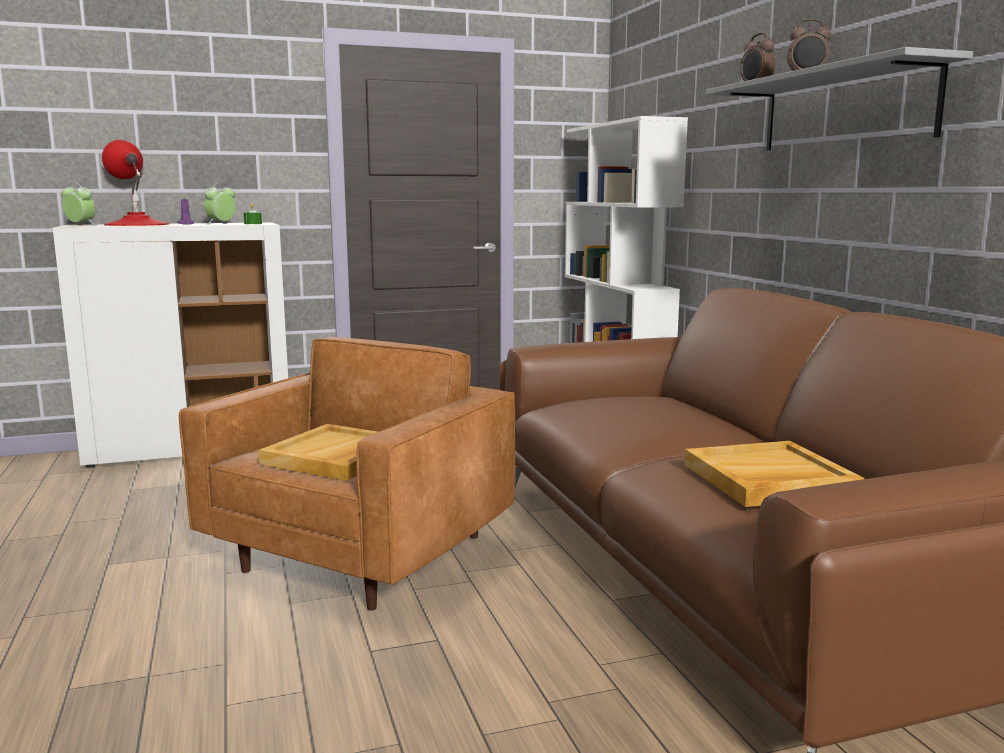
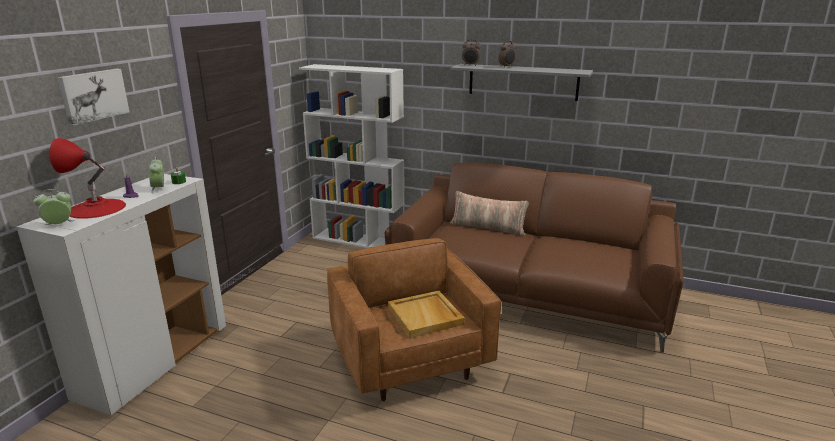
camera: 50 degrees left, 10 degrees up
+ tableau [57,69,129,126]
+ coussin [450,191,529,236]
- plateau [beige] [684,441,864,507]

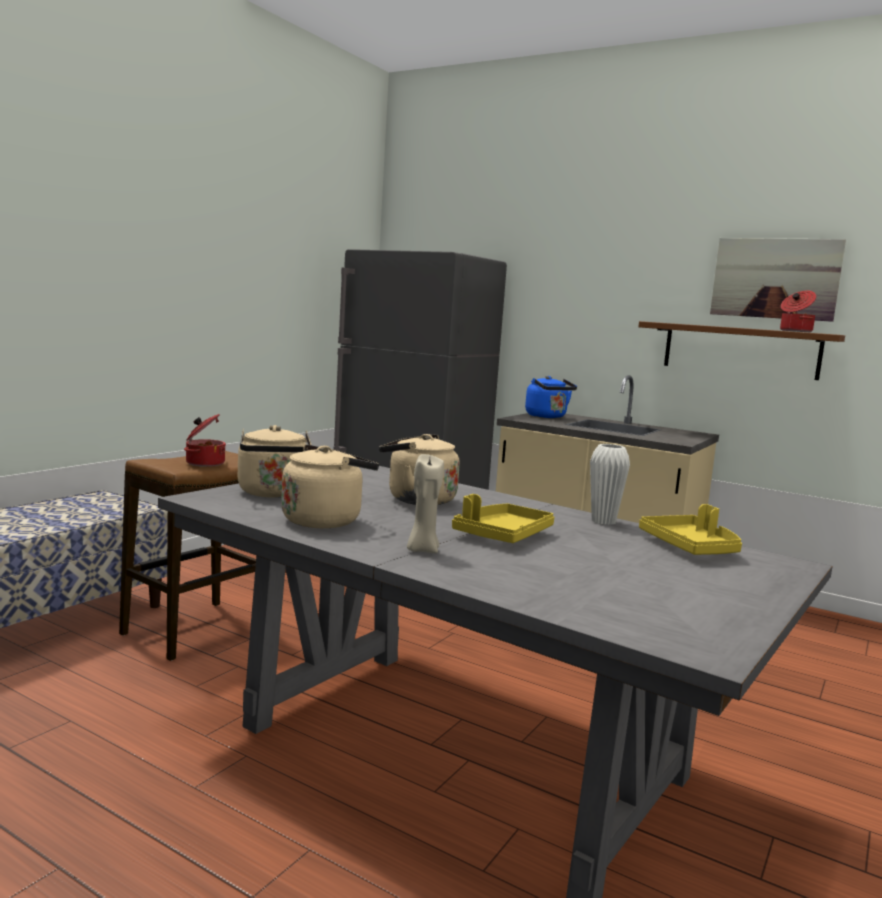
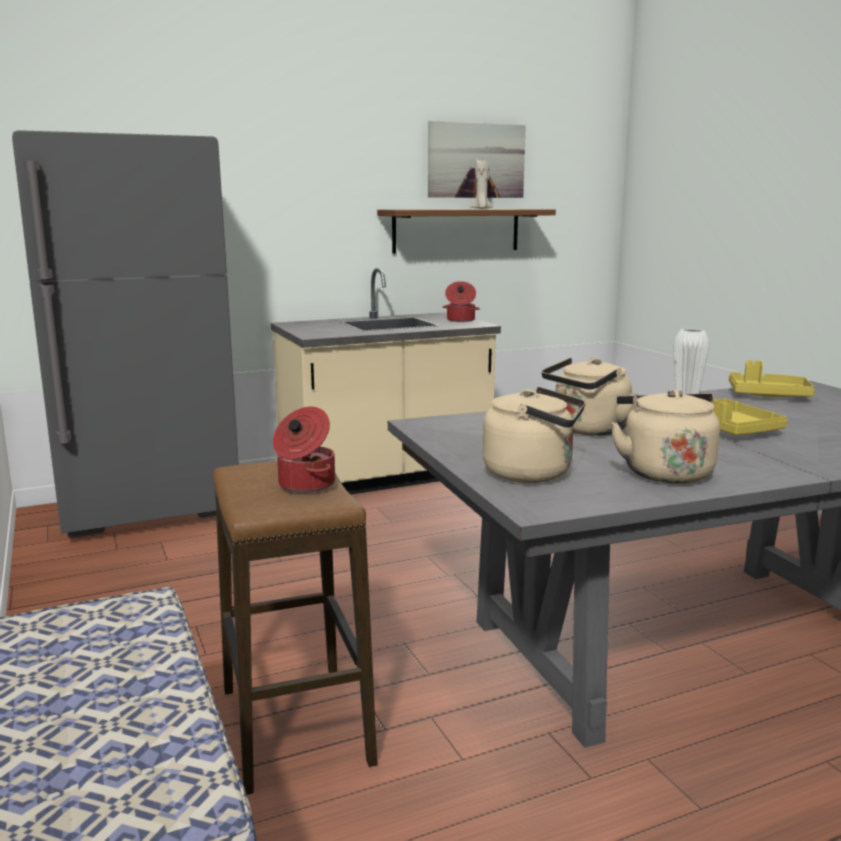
camera: 55 degrees left, 5 degrees up
~ marmite [780,291,816,332] to [442,281,480,322]
~ bougie [beige] [407,454,444,553] to [470,159,493,209]
- bouilloire [bleu] [525,376,577,418]

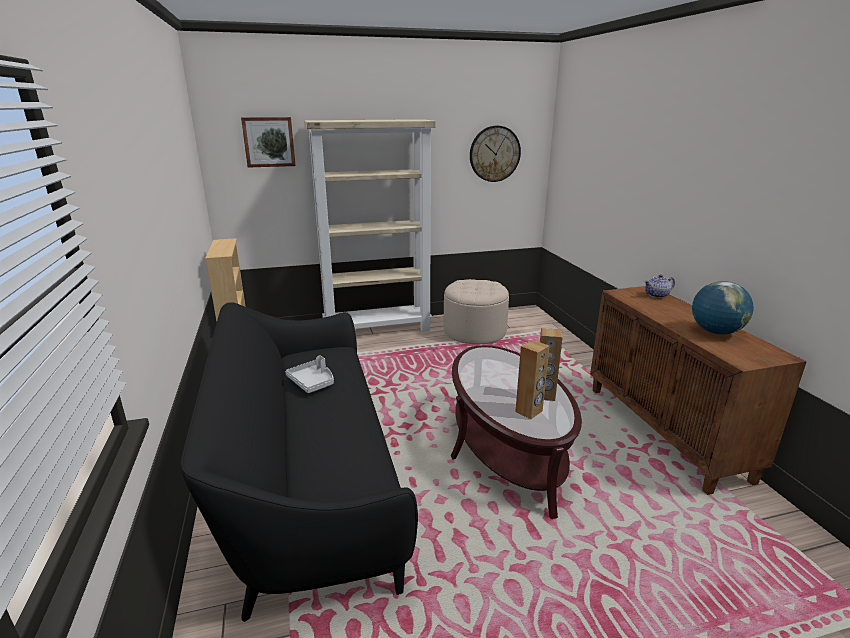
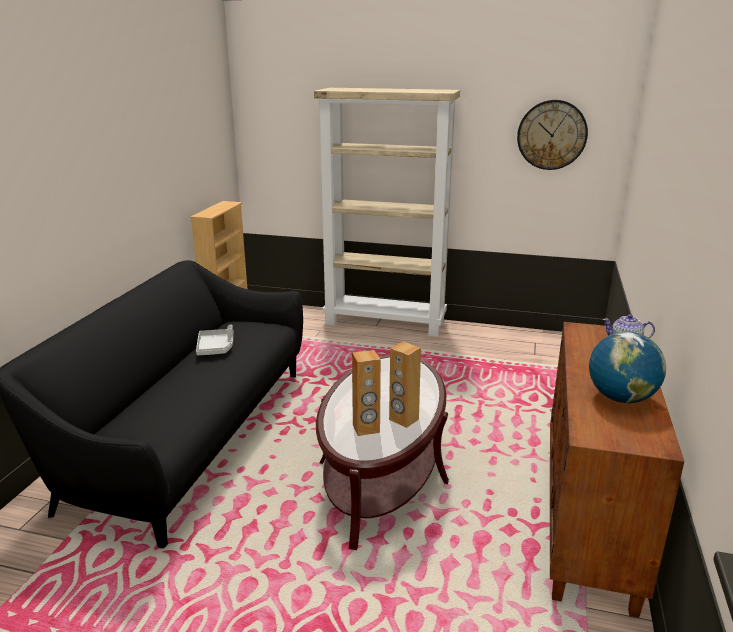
camera: 30 degrees right, 0 degrees up
- tableau [241,117,296,168]
- pouf [beige] [444,279,509,344]

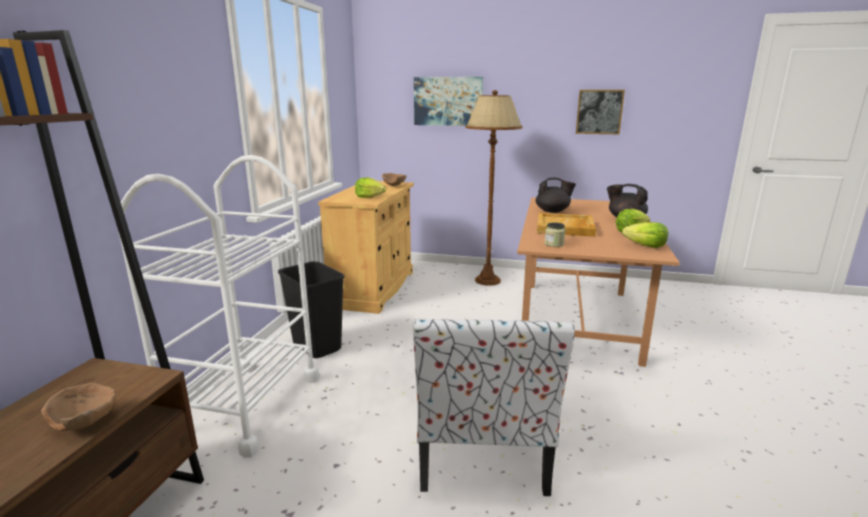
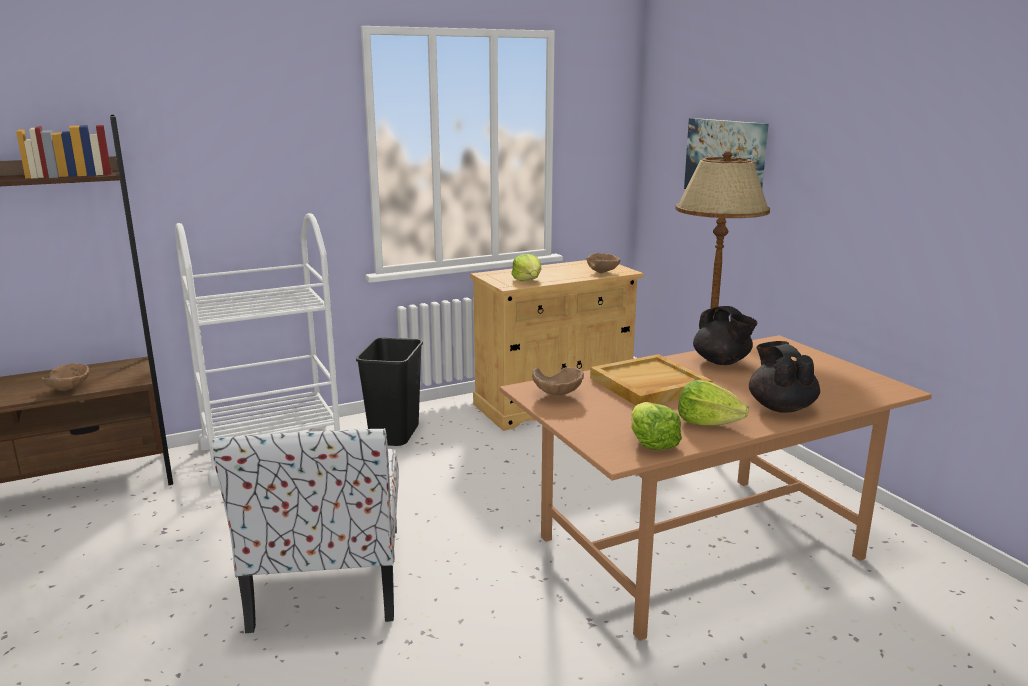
camera: 50 degrees right, 0 degrees up
~ chaise [413,319,575,496] = [212,428,399,633] 60 degrees counterclockwise
~ bocal [545,222,565,247] to bol [marron] [532,367,584,395]
- tableau [576,90,625,134]

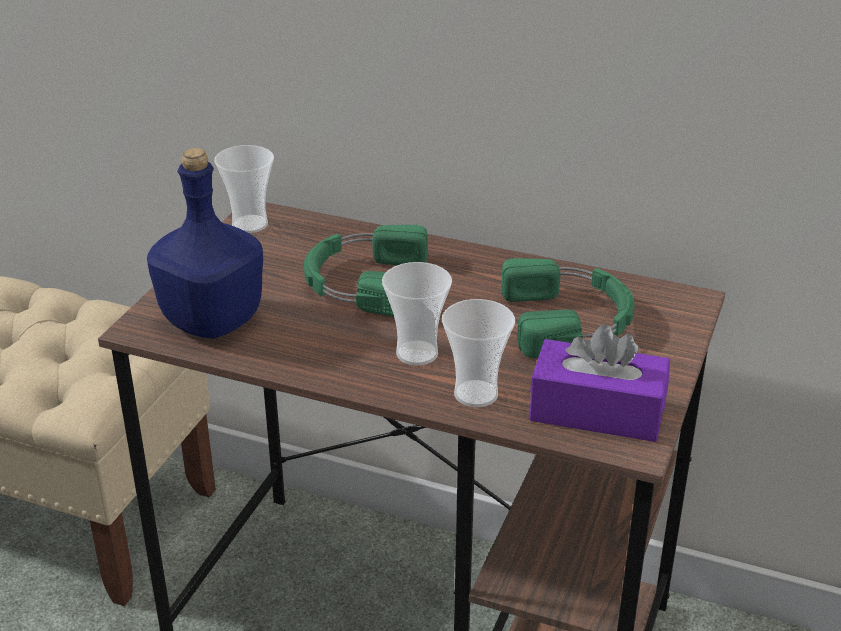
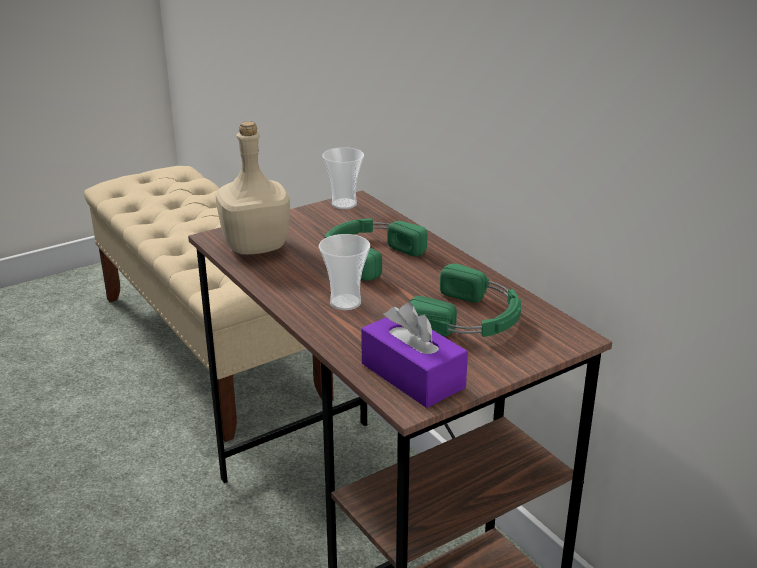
camera: 35 degrees right, 5 degrees down
~ bouteille [bleu] [147,148,263,339] to bouteille [beige] [215,121,290,255]
- tasse [442,299,515,407]

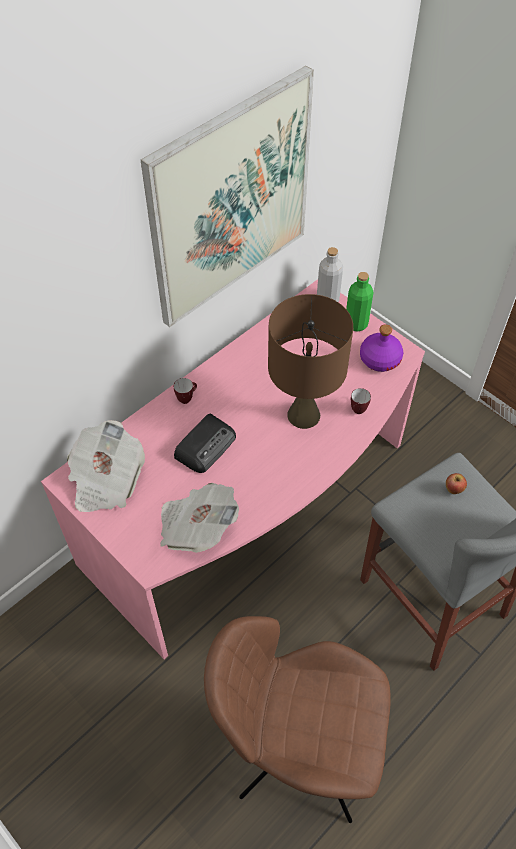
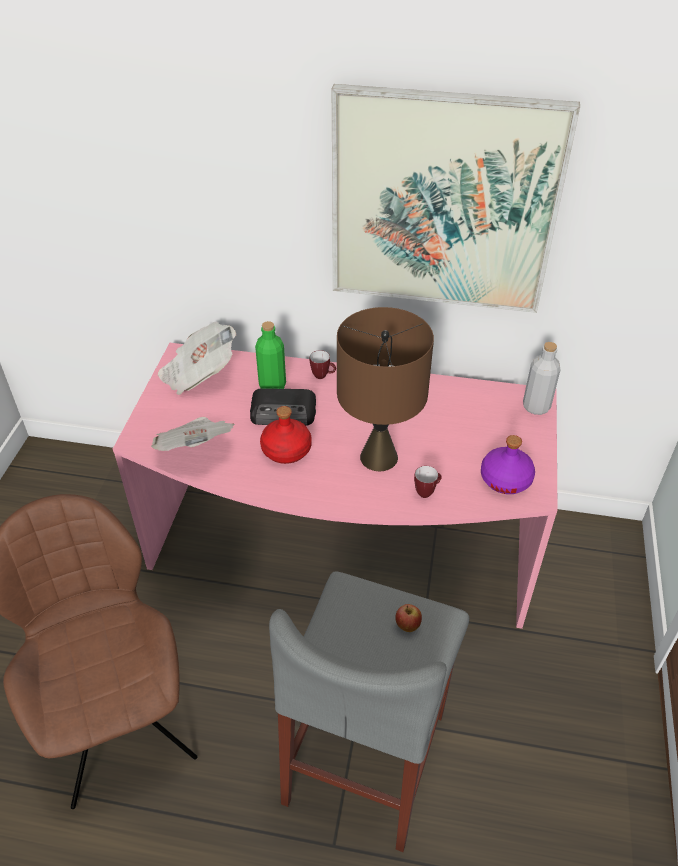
camera: 55 degrees right, 10 degrees down
~ bouteille [vert] [346,272,374,332] to [255,321,286,389]
+ bouteille [rouge] [260,406,312,464]

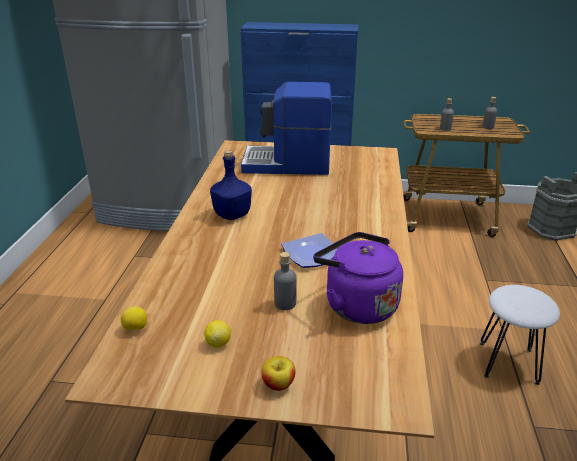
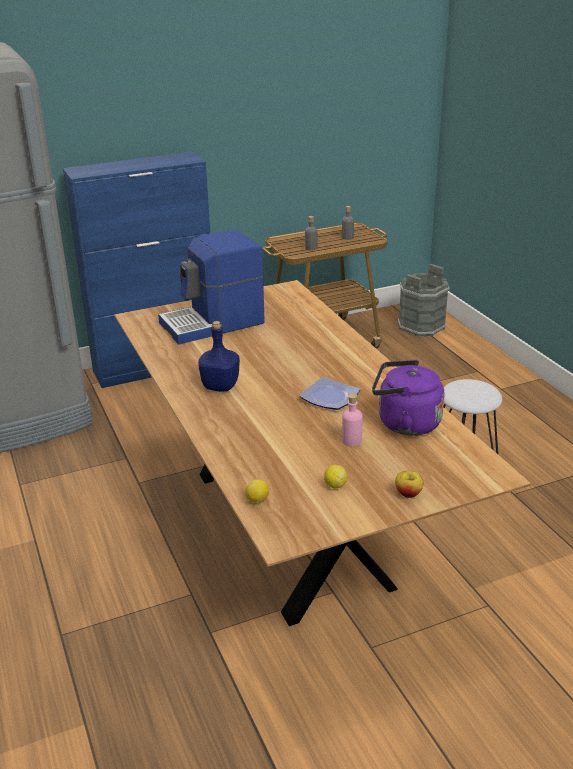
camera: 30 degrees left, 0 degrees up
~ bouteille [gris] [274,252,296,310] to bouteille [rose] [342,394,363,446]

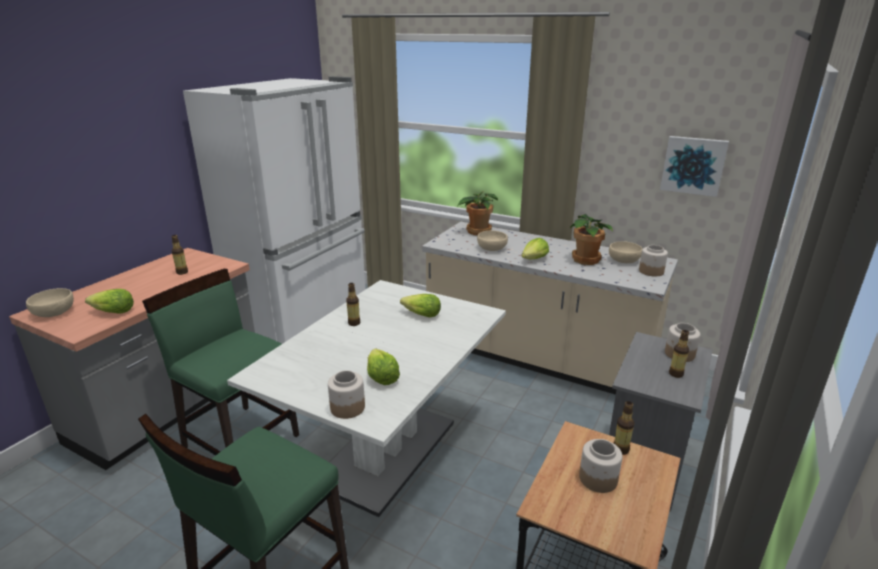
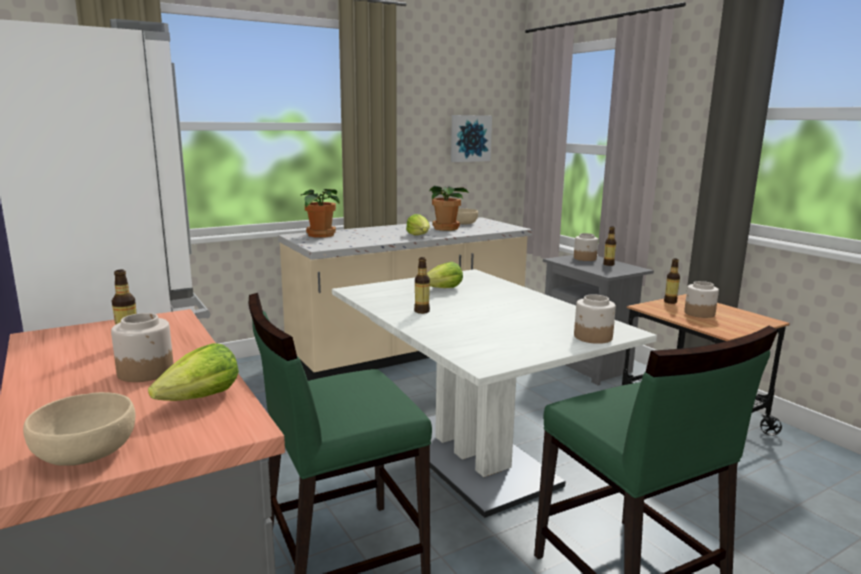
camera: 60 degrees left, 10 degrees down
~ bocal [639,245,668,276] to [111,313,174,382]
- laitue [367,349,400,385]
- bol [beige] [477,231,508,251]

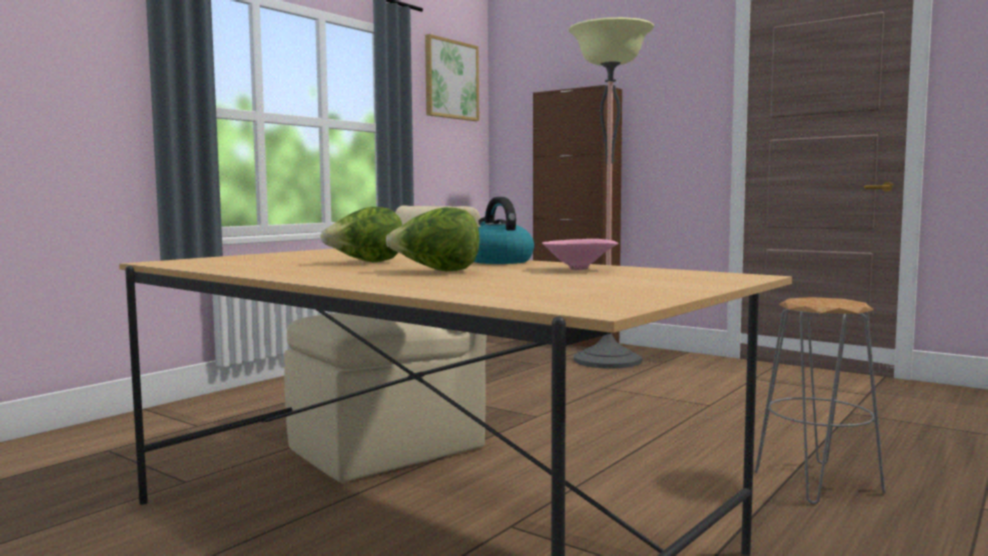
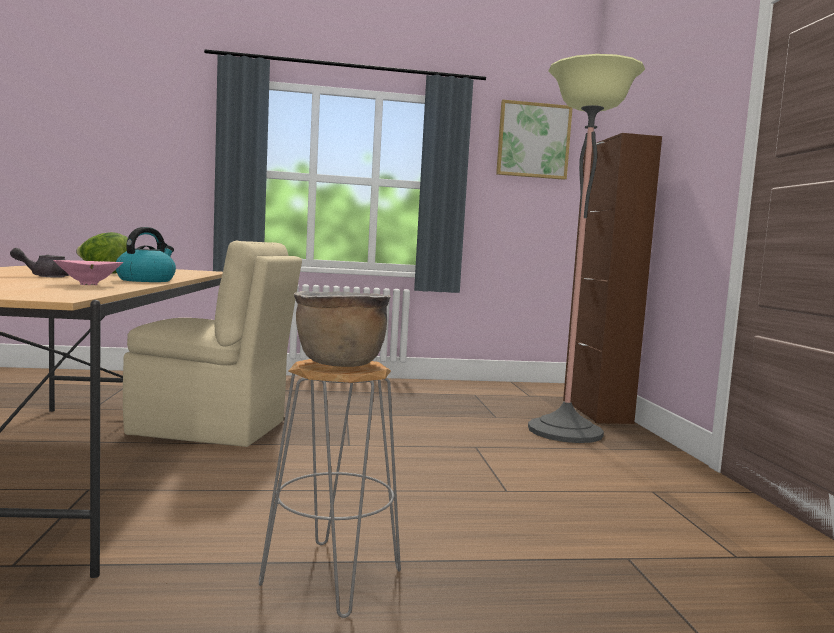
camera: 45 degrees right, 0 degrees up
~ laitue [386,207,480,272] to théière [gris] [10,248,69,278]
+ marmite [marron] [294,291,391,367]

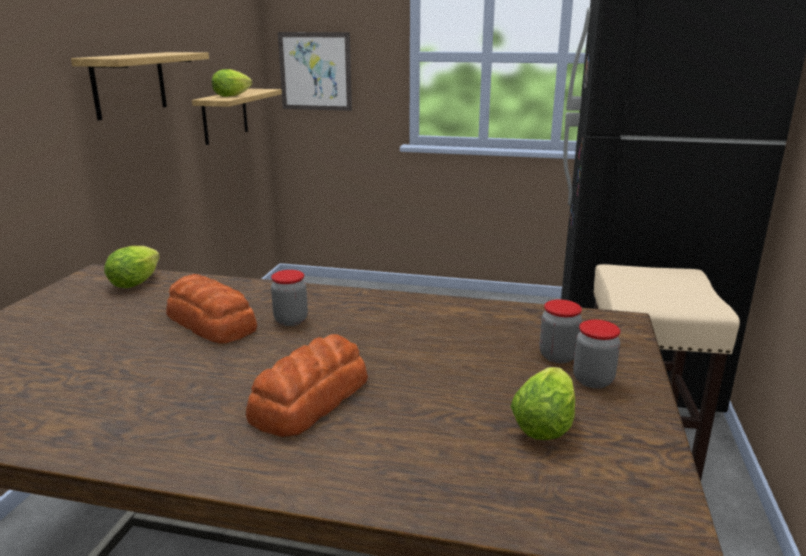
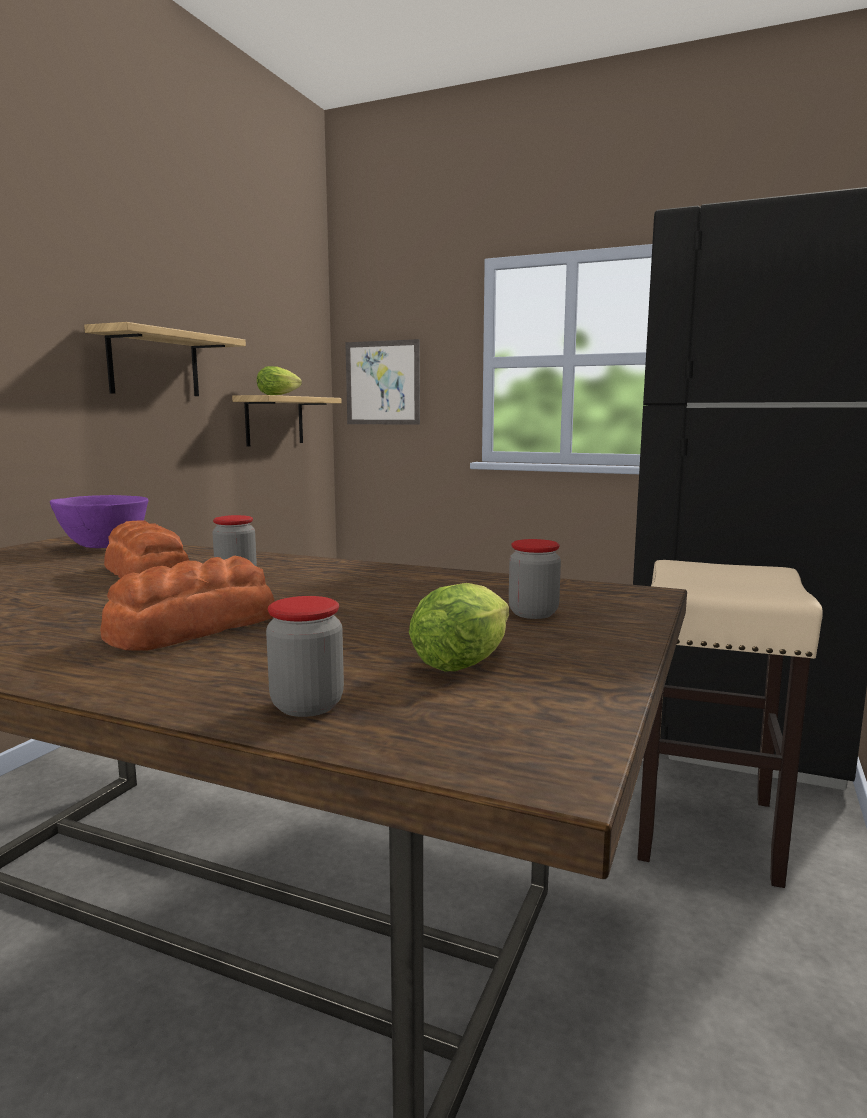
camera: 10 degrees right, 10 degrees down
~ laitue [104,246,160,288] to bol [violet] [50,495,148,548]
~ bocal [573,320,620,388] to [266,596,344,717]

